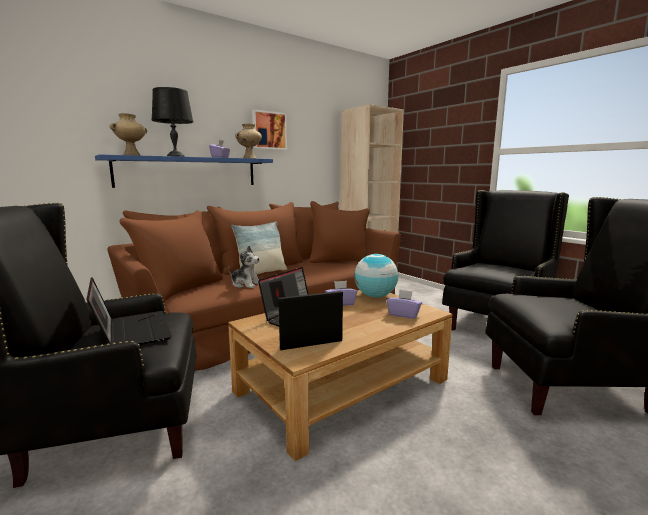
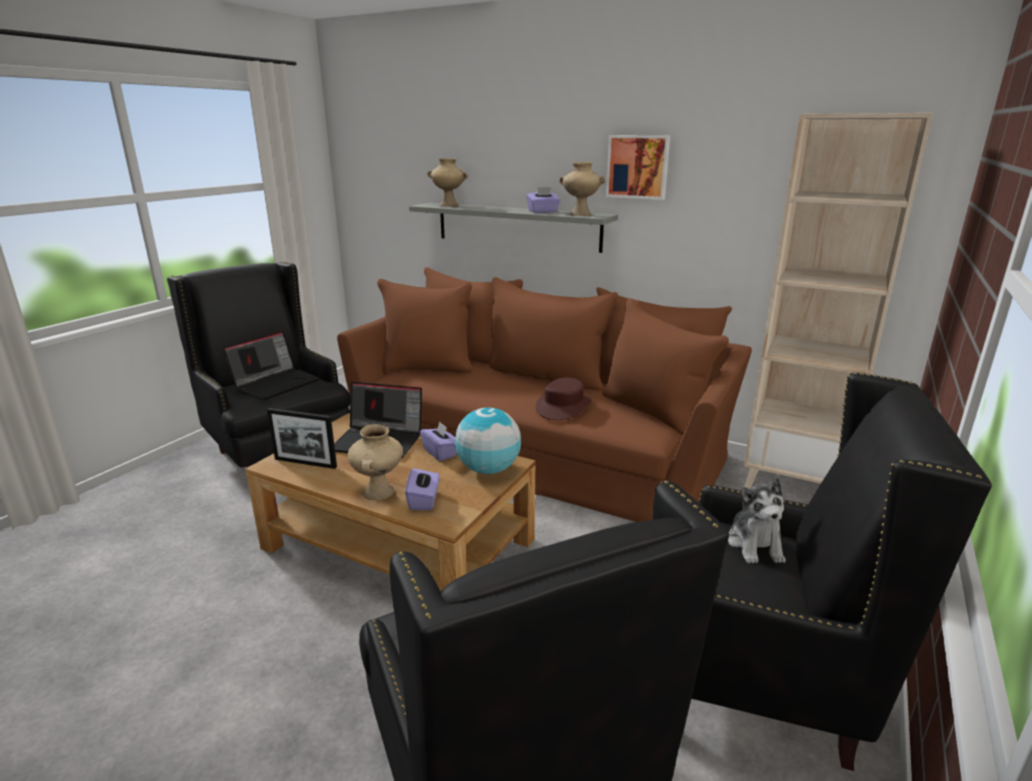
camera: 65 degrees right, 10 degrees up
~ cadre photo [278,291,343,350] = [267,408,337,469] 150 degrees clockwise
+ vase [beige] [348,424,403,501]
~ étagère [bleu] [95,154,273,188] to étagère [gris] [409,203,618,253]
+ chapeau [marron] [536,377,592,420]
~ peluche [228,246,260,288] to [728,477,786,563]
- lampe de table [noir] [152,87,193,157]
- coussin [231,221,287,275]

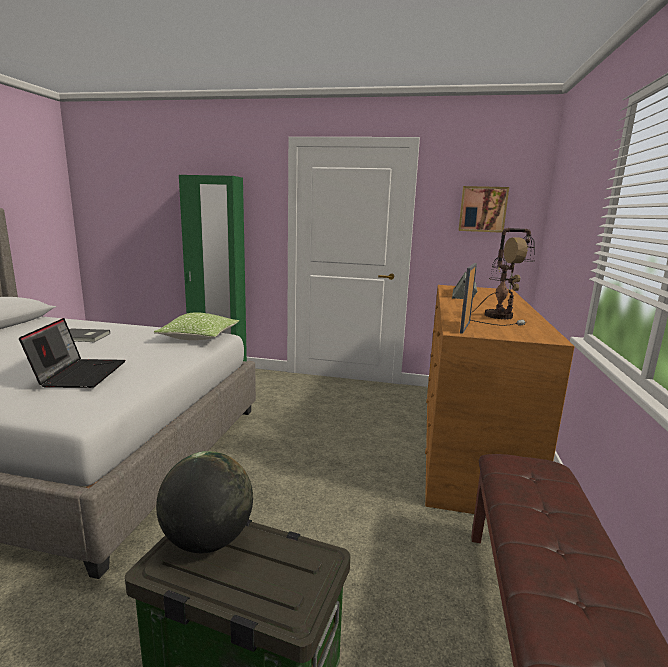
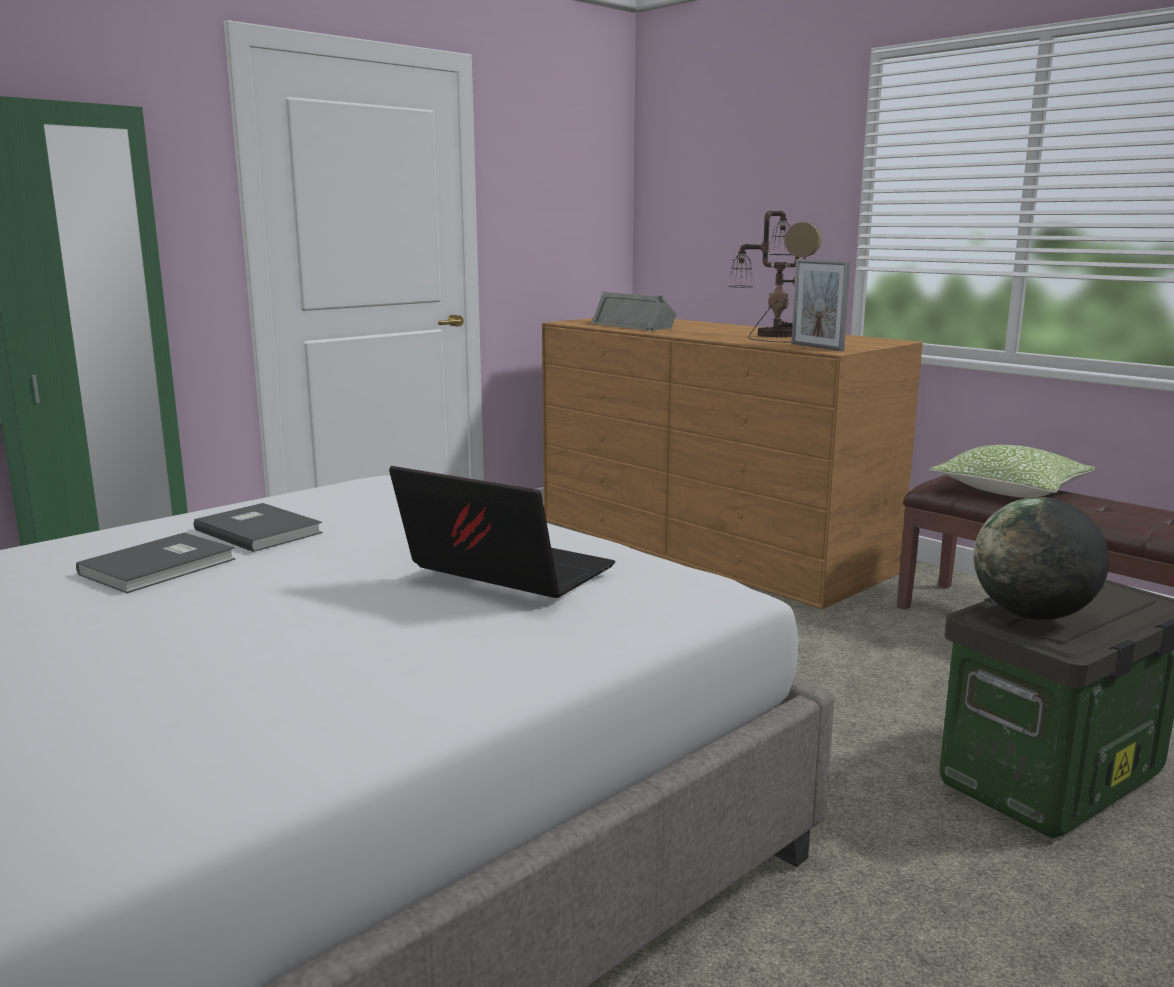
camera: 55 degrees left, 0 degrees up
+ livre [gris] [193,503,323,552]
~ coussin [154,313,239,340] to [929,445,1095,498]
- tableau [458,186,509,233]

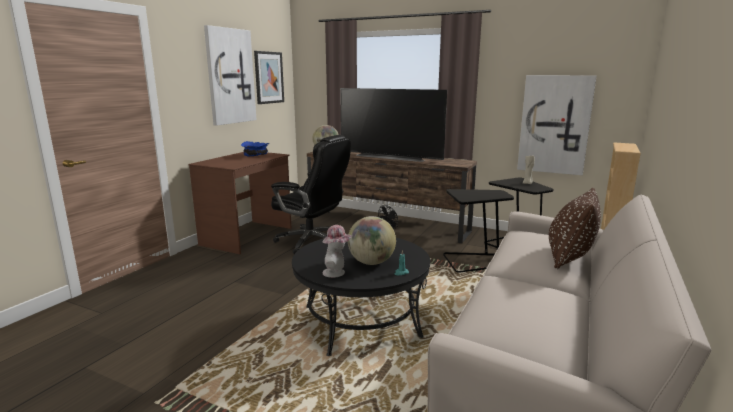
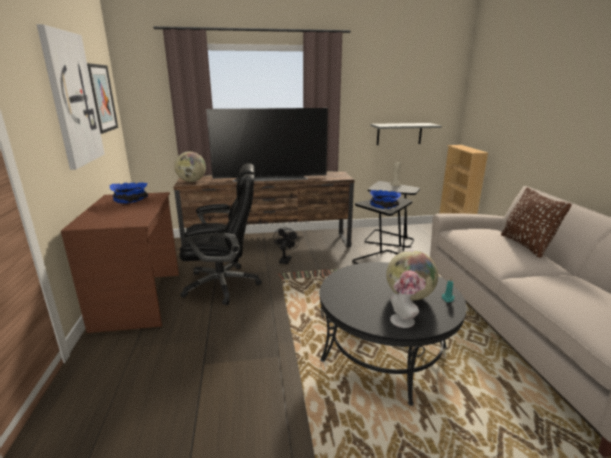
camera: 35 degrees left, 5 degrees up
~ tableau [517,75,596,175] to étagère [gris] [370,123,442,145]
+ bol [bleu] [370,190,401,209]

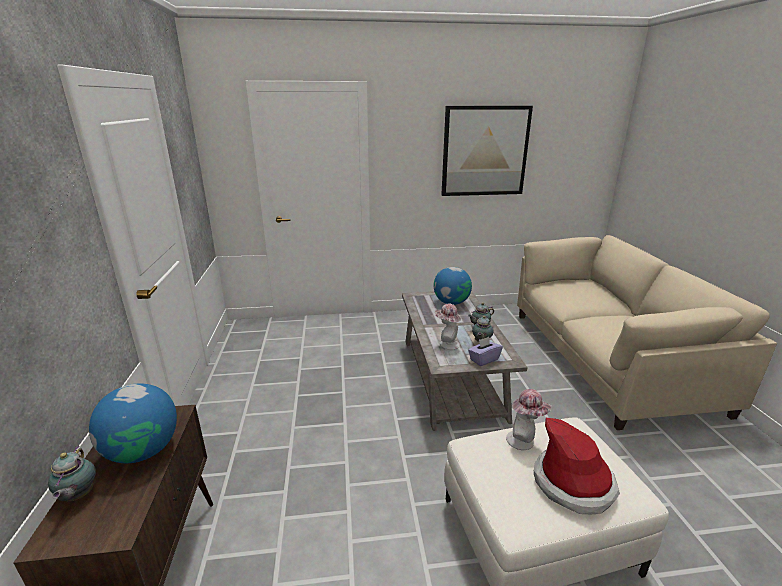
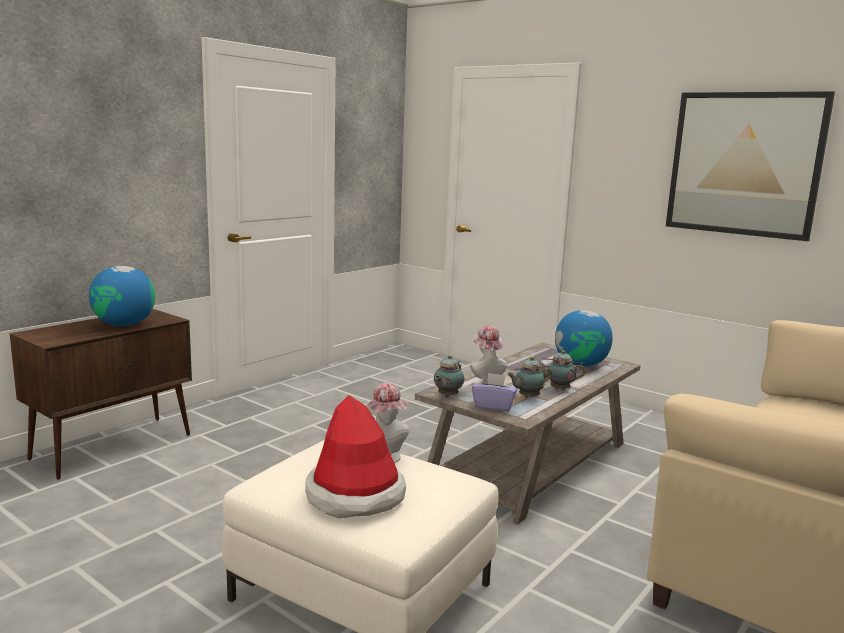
camera: 45 degrees right, 10 degrees down
~ théière [48,446,96,501] to [434,355,464,397]

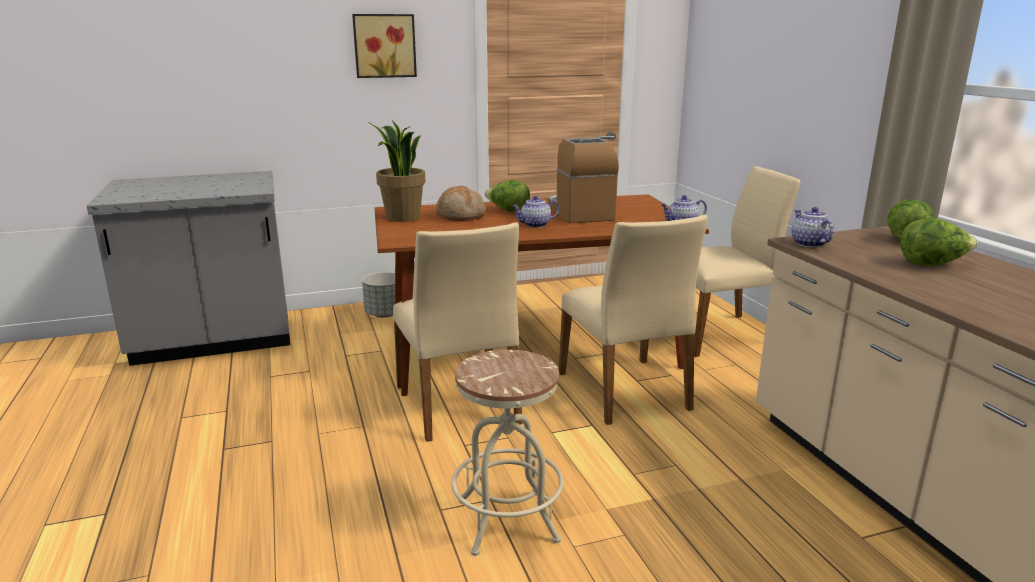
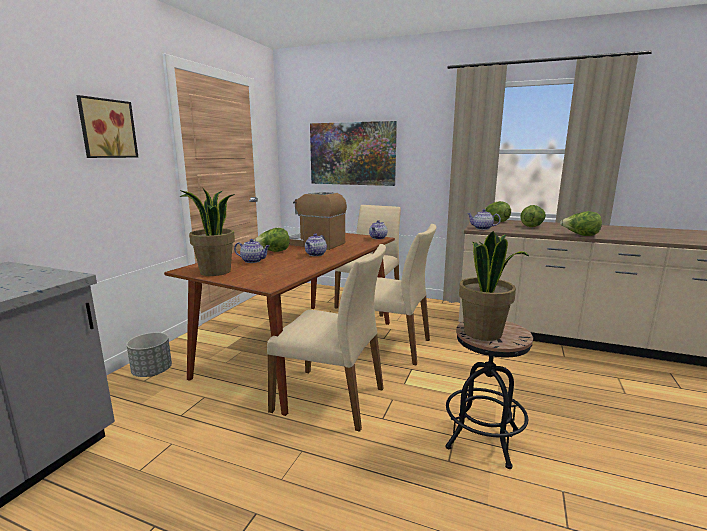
camera: 50 degrees left, 5 degrees down
~ pain [436,186,486,221] to théière [234,239,270,263]
+ tableau [310,121,397,186]
~ tabouret [beige] [452,350,564,556] to tabouret [noir] [445,321,533,469]
+ plante en pot [459,231,529,341]
+ laitue [560,211,602,236]

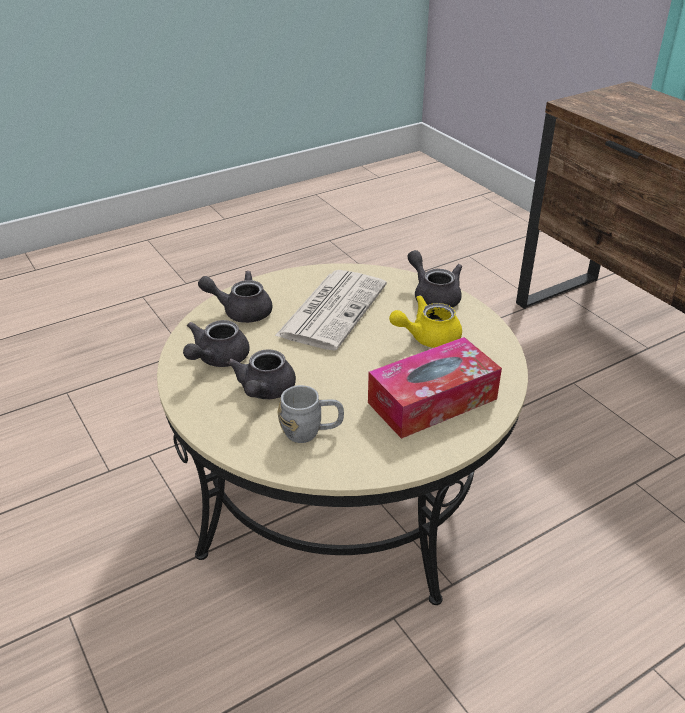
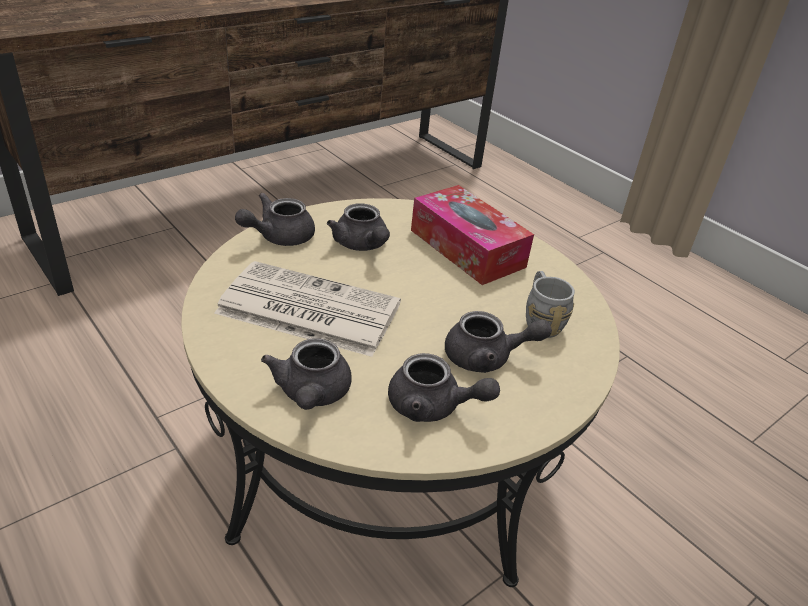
camera: 100 degrees left, 0 degrees up
~ théière [jaune] [389,295,462,348] to théière [gris] [327,203,390,251]

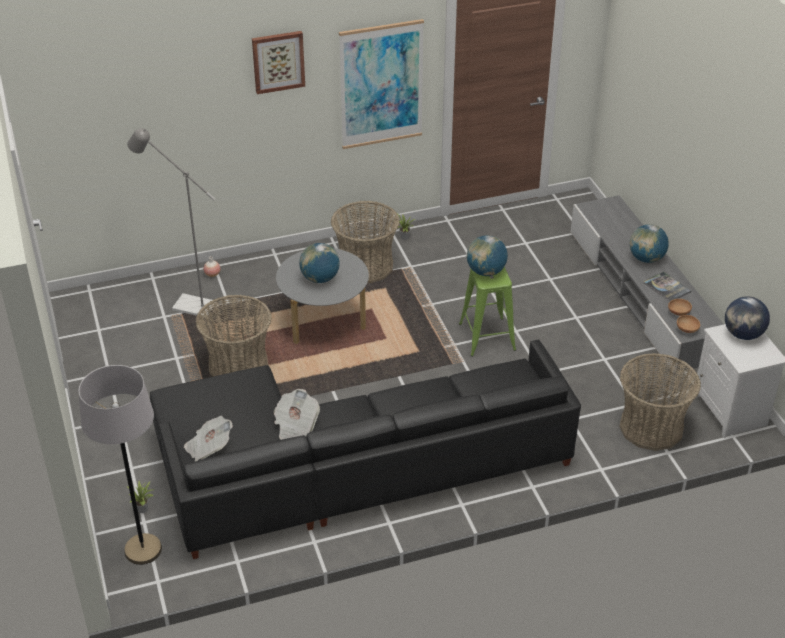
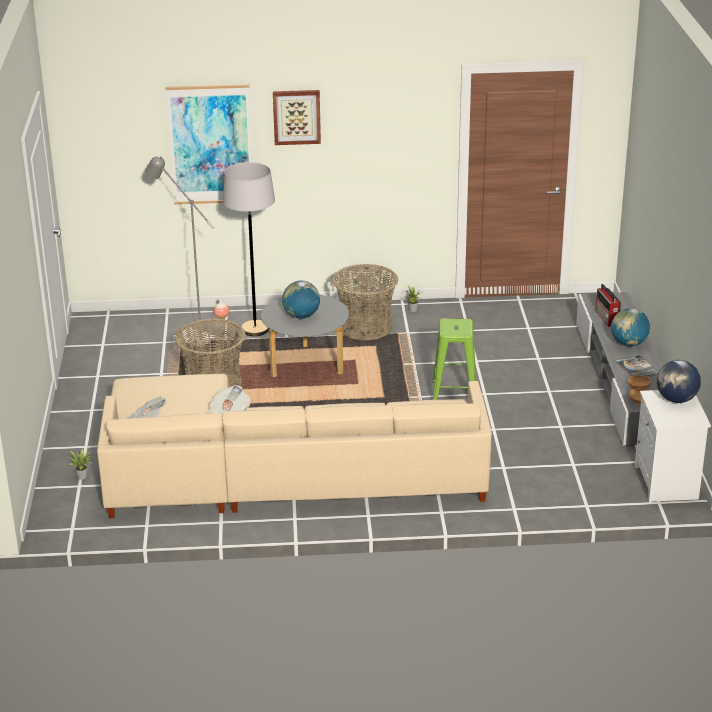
camera: 15 degrees right, 10 degrees down
~ canapé [noir] [150,339,581,559] to canapé [beige] [97,374,492,518]
~ tableau [339,19,424,149] to [165,84,253,205]
~ lampadaire [gris] [79,365,162,565] to [223,162,275,336]
+ radio [595,284,621,327]
- globe [467,235,508,276]
- panier [619,353,701,451]

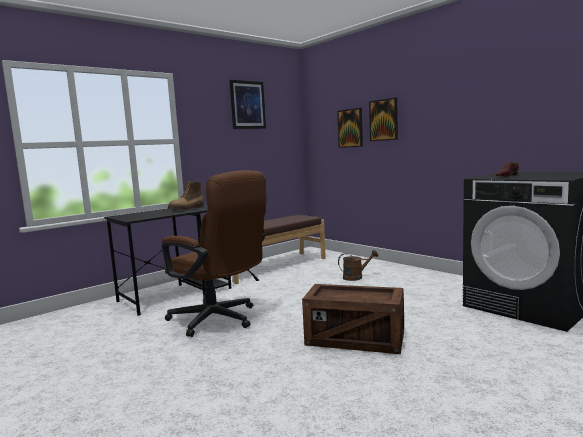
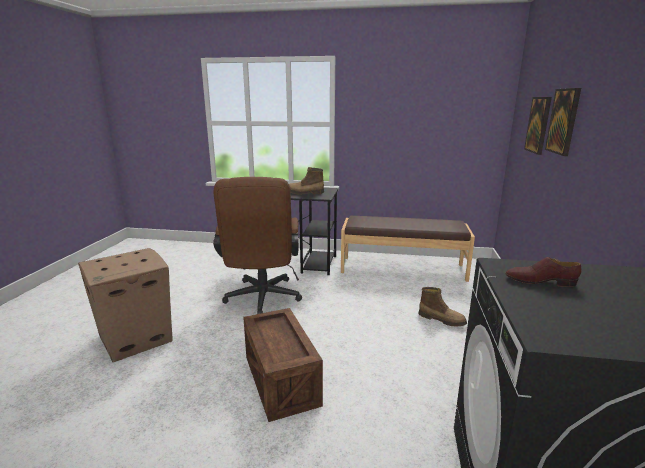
camera: 50 degrees right, 10 degrees up
+ carton [78,248,173,362]
~ arrosoir [marron] [338,250,378,281] to botte [418,287,467,326]
- tableau [230,80,266,129]

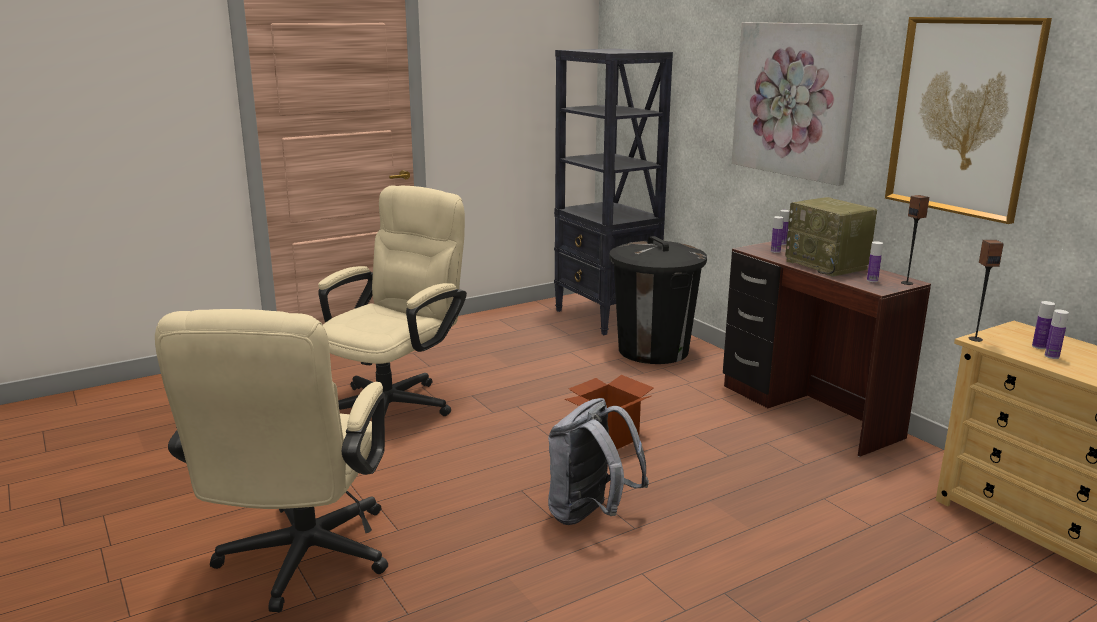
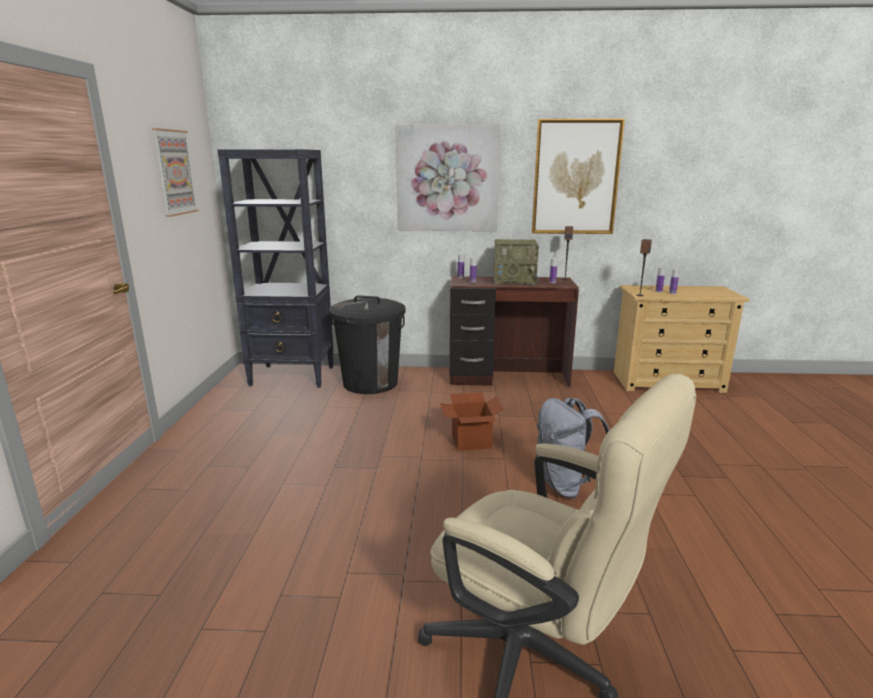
camera: 55 degrees left, 0 degrees up
+ tableau [152,128,199,217]
- chaise de bureau [beige] [318,185,467,417]

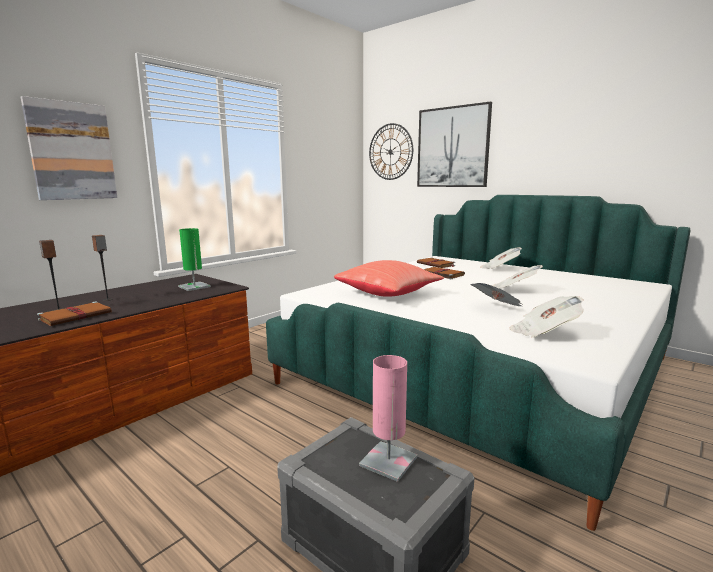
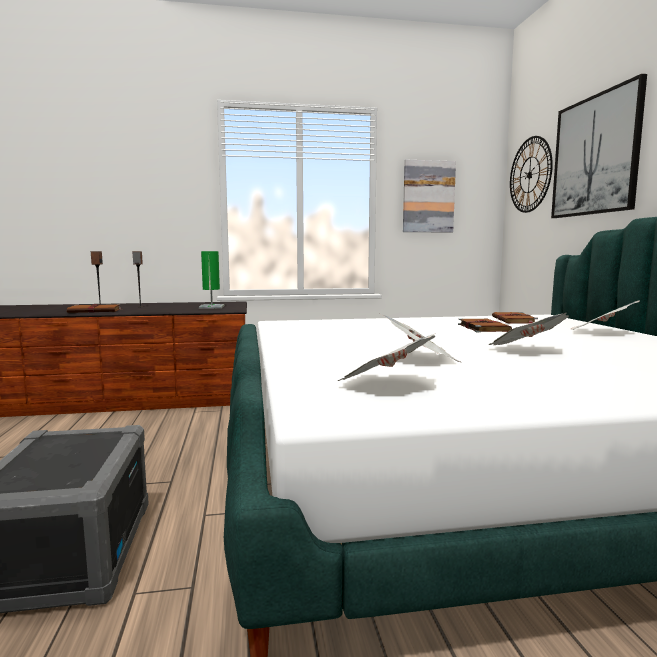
camera: 40 degrees right, 5 degrees down
~ tableau [21,96,117,200] to [403,160,456,233]
- coussin [rouge] [334,260,444,297]
- lampe de table [rose] [359,355,417,482]

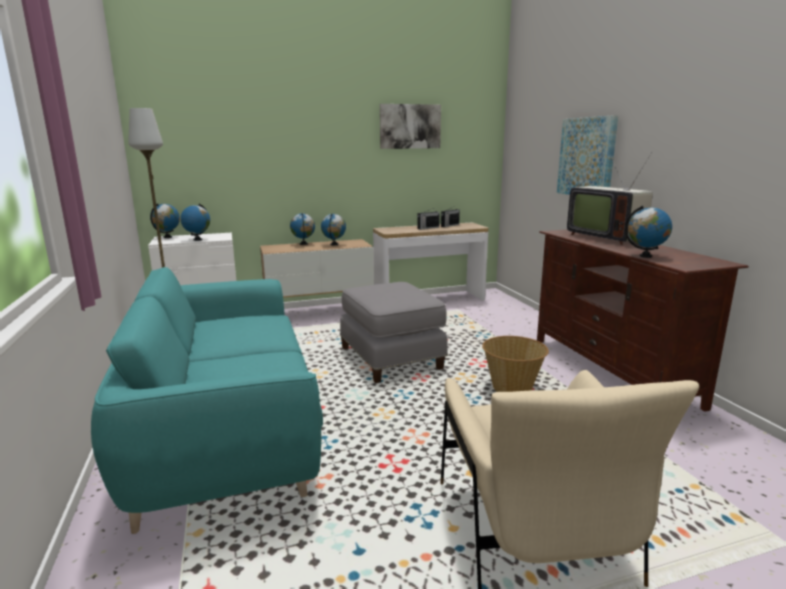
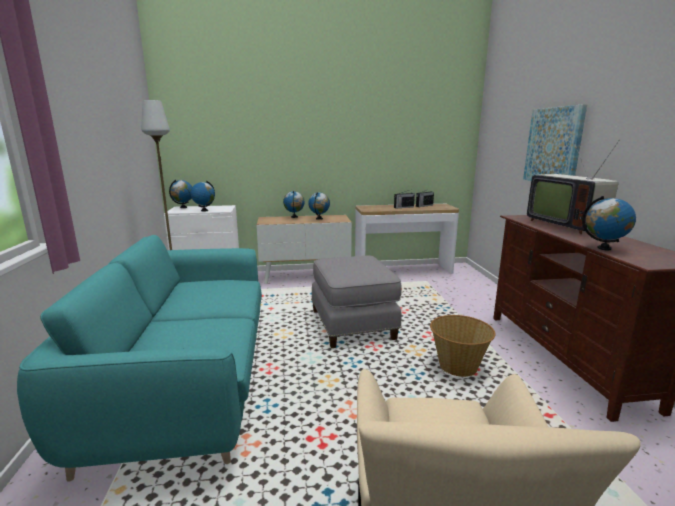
camera: 10 degrees right, 0 degrees up
- tableau [380,104,441,149]

